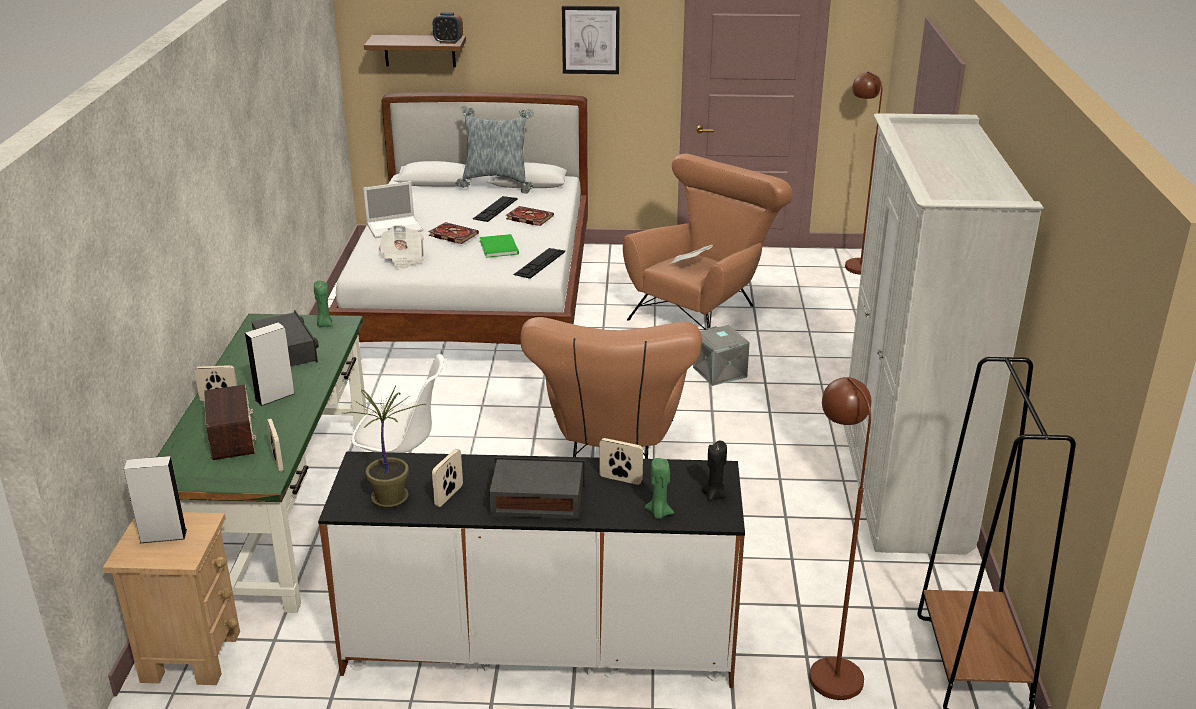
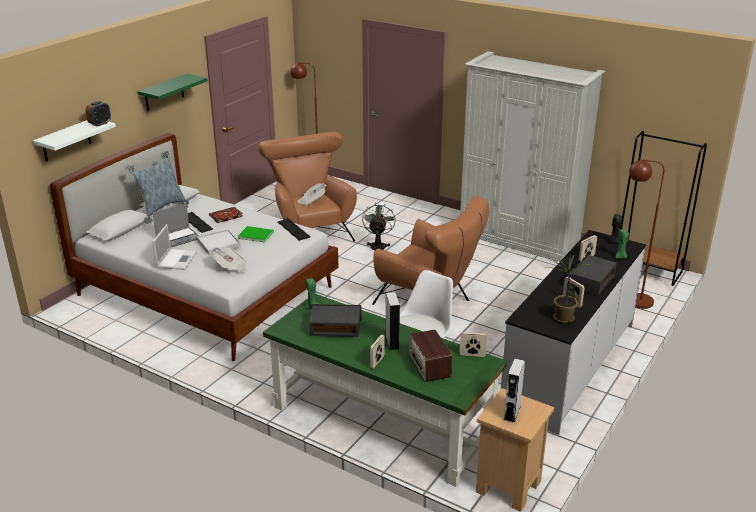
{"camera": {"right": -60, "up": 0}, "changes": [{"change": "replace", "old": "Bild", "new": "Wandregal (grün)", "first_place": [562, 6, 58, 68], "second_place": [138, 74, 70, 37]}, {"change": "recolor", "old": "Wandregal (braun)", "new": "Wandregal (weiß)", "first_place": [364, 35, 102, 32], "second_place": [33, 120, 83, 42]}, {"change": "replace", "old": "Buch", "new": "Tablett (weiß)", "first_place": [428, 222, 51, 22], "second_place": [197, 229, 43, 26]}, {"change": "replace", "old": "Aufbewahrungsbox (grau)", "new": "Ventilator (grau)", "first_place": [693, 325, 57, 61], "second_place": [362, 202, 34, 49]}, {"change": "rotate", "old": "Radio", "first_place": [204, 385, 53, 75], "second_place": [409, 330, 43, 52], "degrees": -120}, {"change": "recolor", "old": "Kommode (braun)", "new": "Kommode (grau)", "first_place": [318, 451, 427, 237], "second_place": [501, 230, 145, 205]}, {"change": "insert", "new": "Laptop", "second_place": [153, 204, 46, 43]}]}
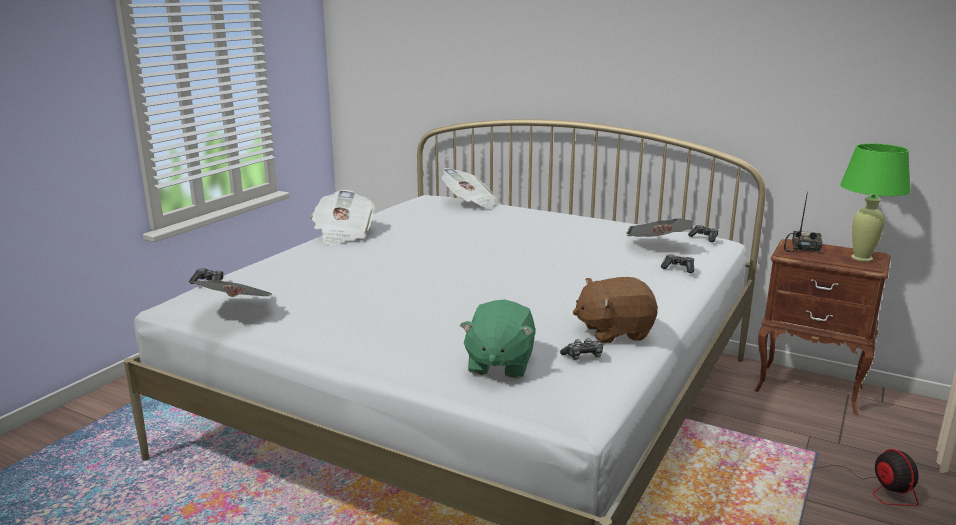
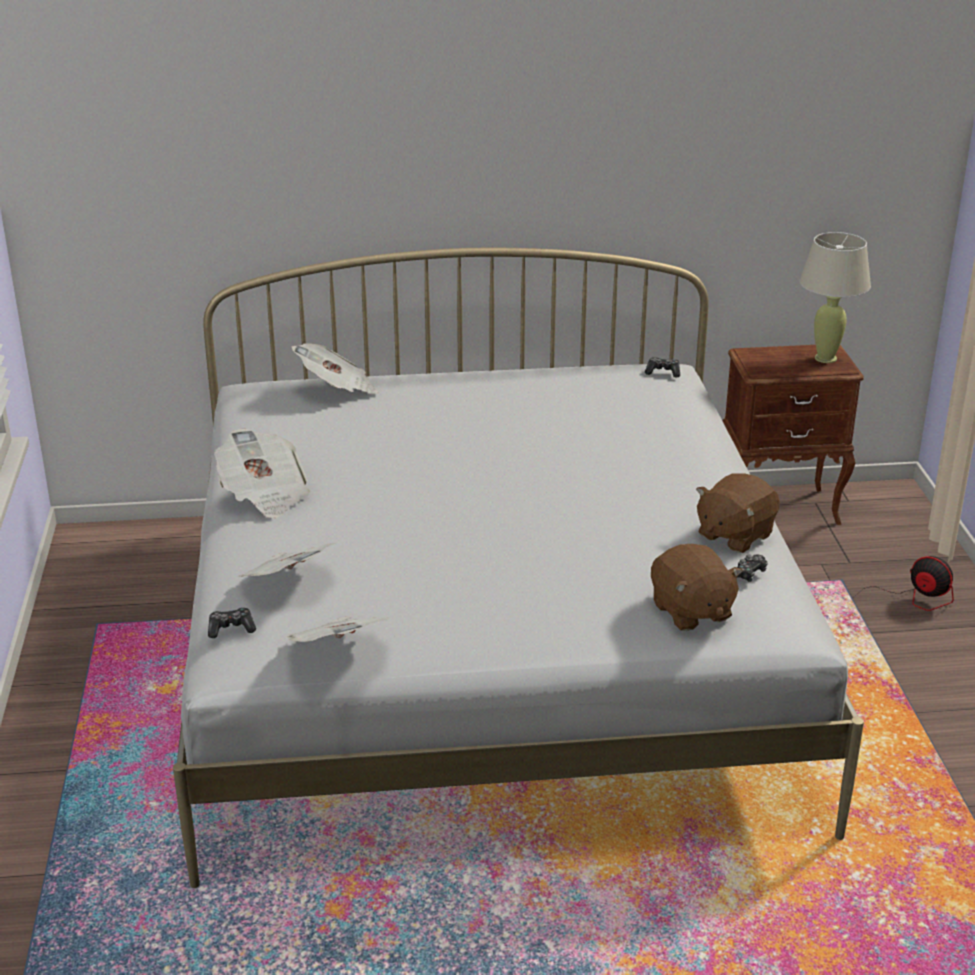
{"camera": {"right": -35, "up": 10}, "changes": [{"change": "recolor", "old": "Tischlampe (grün)", "new": "Tischlampe (beige)", "first_place": [840, 143, 71, 119], "second_place": [800, 232, 71, 131]}, {"change": "delete", "old": "Radio", "first_place": [784, 192, 38, 61]}, {"change": "move", "old": "Zeitung", "first_place": [627, 219, 67, 18], "second_place": [237, 543, 99, 34]}, {"change": "delete", "old": "Gamepad", "first_place": [661, 254, 33, 19]}, {"change": "recolor", "old": "Plüschtier (grün)", "new": "Plüschtier (braun)", "first_place": [460, 299, 75, 79], "second_place": [651, 544, 92, 87]}]}
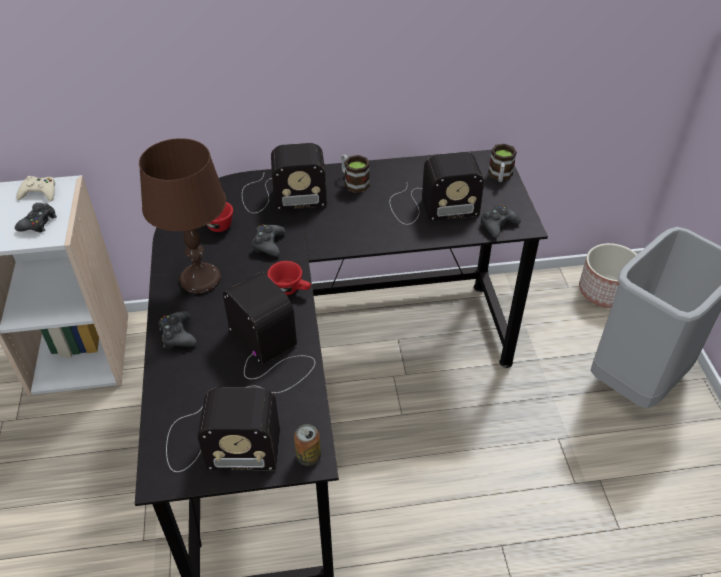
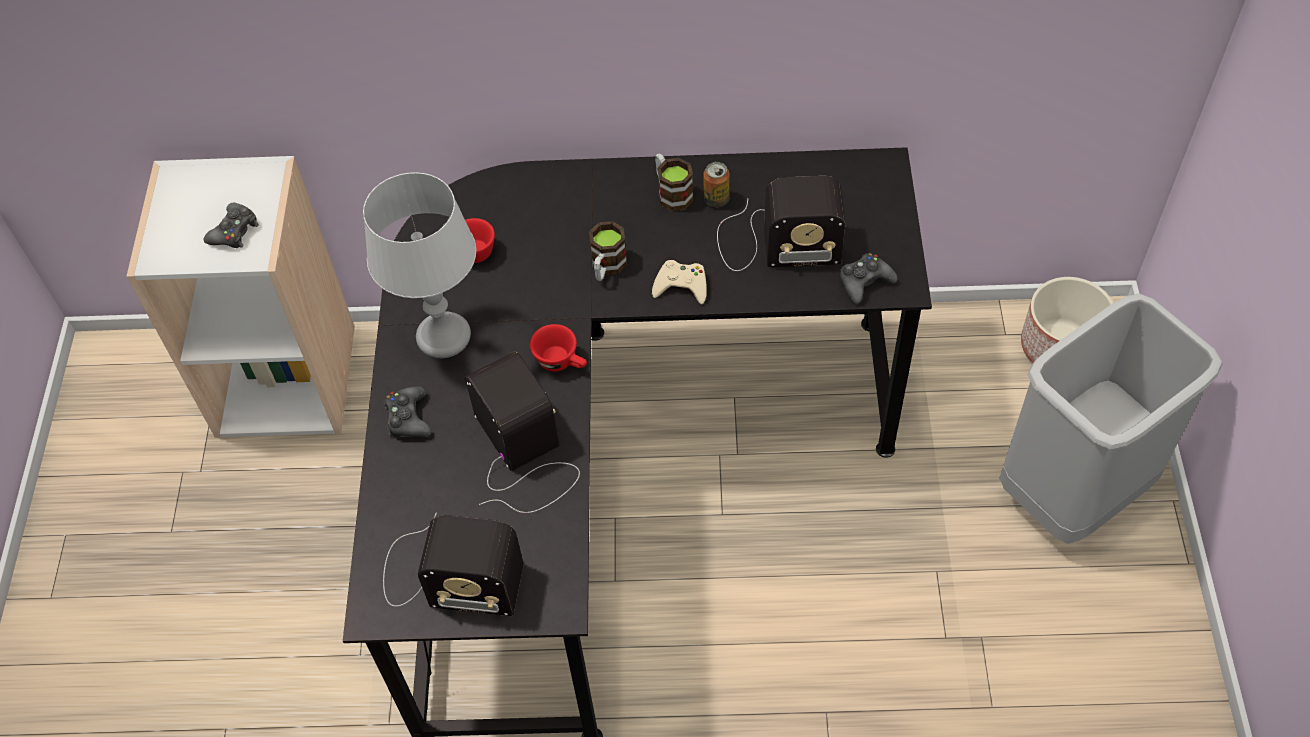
{"camera": {"right": 10, "up": 10}, "changes": [{"change": "recolor", "old": "Tischlampe (braun)", "new": "Tischlampe (grau)", "first_place": [139, 138, 87, 156], "second_place": [363, 172, 113, 186]}, {"change": "delete", "old": "Radio", "first_place": [242, 143, 85, 70]}, {"change": "move", "old": "Henkelbecher", "first_place": [488, 144, 29, 38], "second_place": [589, 221, 38, 60]}, {"change": "move", "old": "Gamepad (beige)", "first_place": [16, 176, 39, 26], "second_place": [652, 260, 55, 44]}, {"change": "delete", "old": "Gamepad (schwarz)", "first_place": [252, 224, 34, 32]}, {"change": "move", "old": "Dose", "first_place": [294, 424, 27, 42], "second_place": [703, 162, 27, 45]}]}
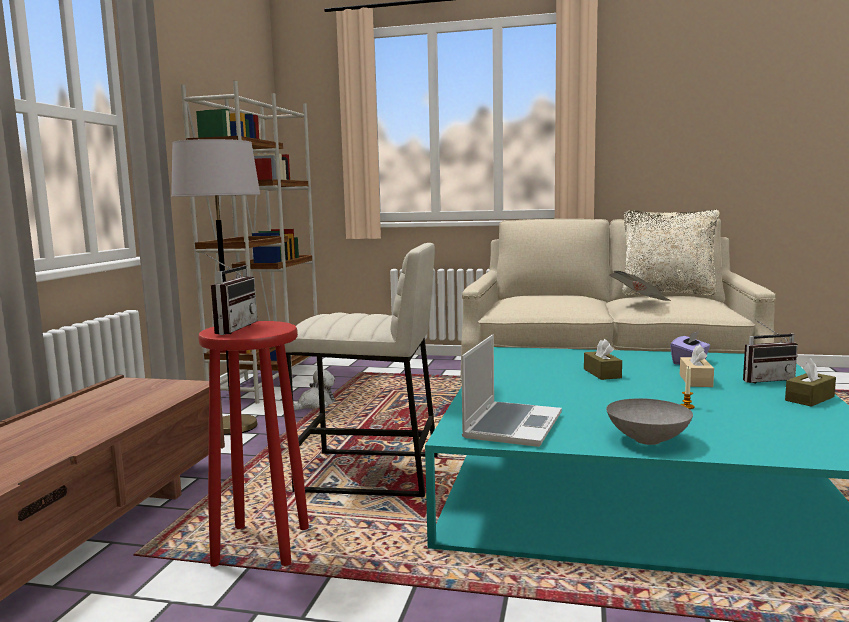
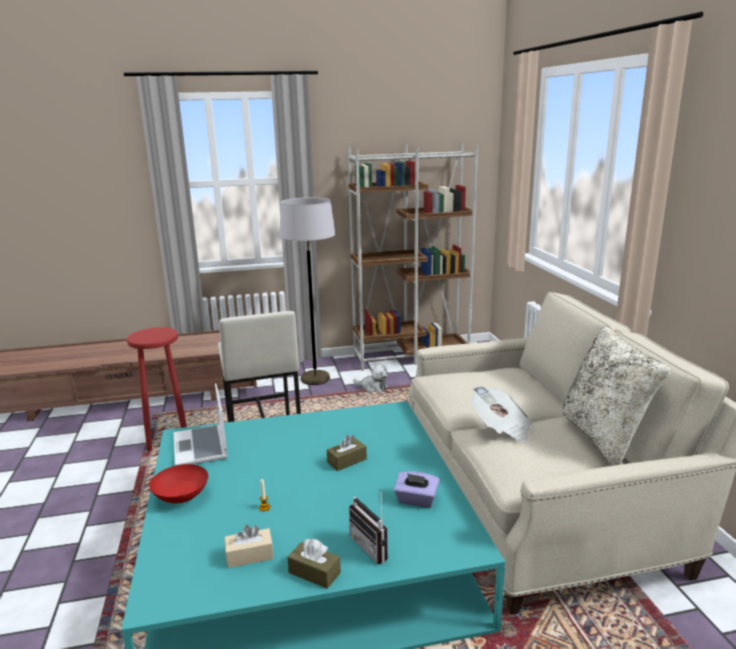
{"camera": {"right": 65, "up": 10}, "changes": [{"change": "delete", "old": "Radio", "first_place": [203, 253, 54, 82]}, {"change": "rotate", "old": "Laptop", "first_place": [461, 334, 101, 113], "second_place": [174, 384, 54, 82], "degrees": 75}, {"change": "move", "old": "Taschentuchbox (beige)", "first_place": [680, 344, 34, 43], "second_place": [225, 525, 49, 43]}, {"change": "recolor", "old": "Schüssel (grau)", "new": "Schüssel (rot)", "first_place": [606, 398, 87, 47], "second_place": [150, 464, 58, 39]}]}
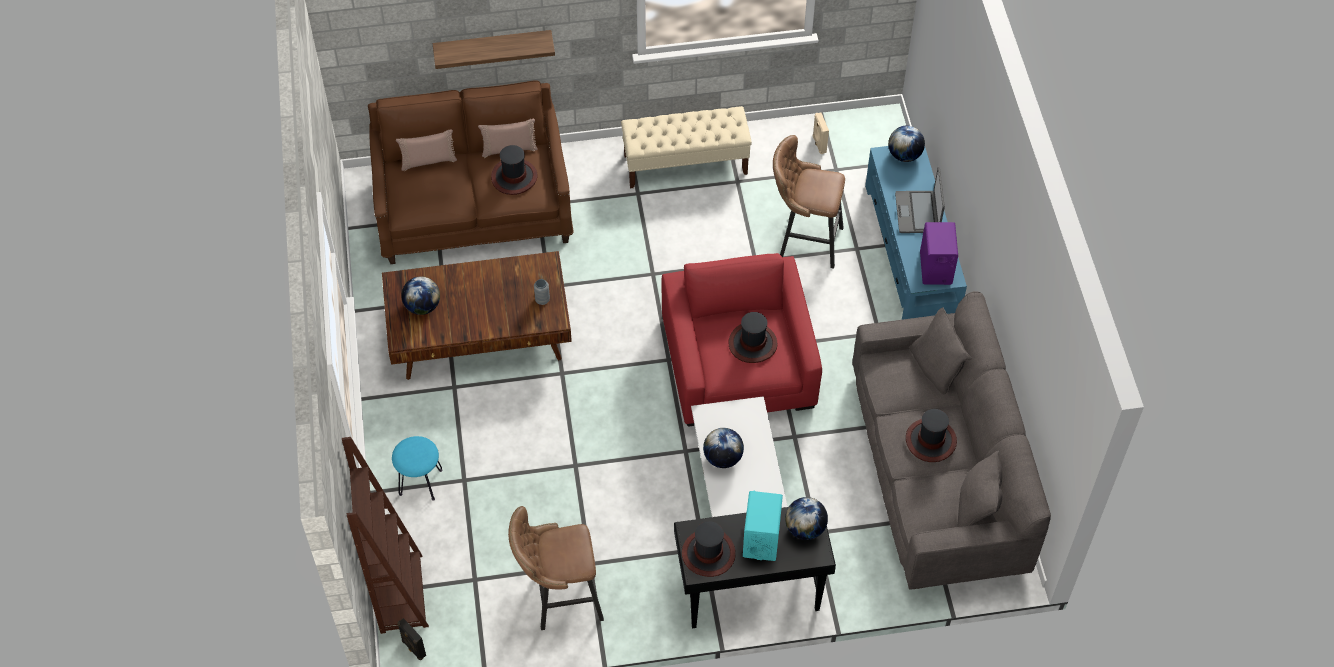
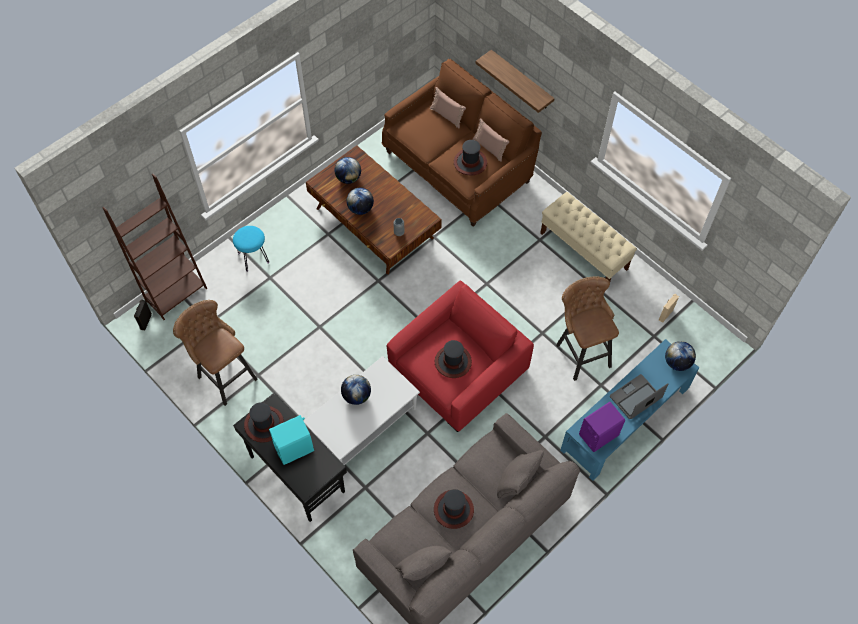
{"camera": {"right": 55, "up": 5}, "changes": [{"change": "move", "old": "Globus", "first_place": [785, 497, 43, 43], "second_place": [346, 188, 28, 27]}]}
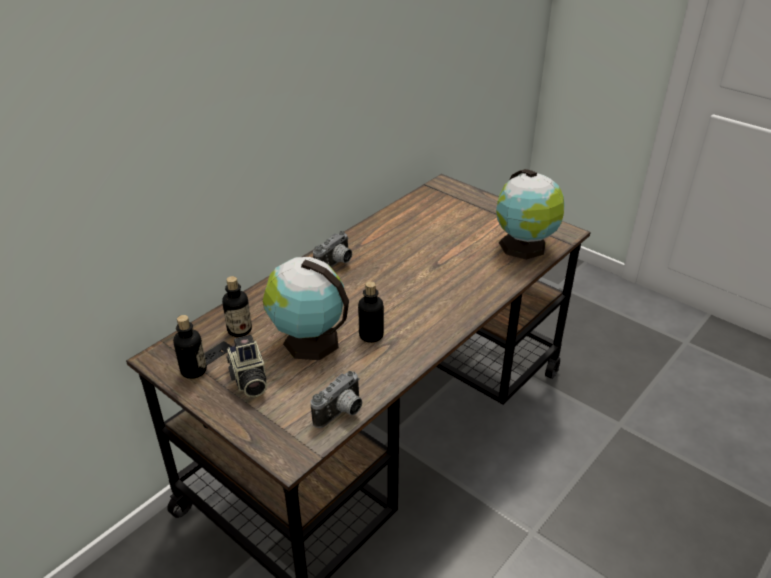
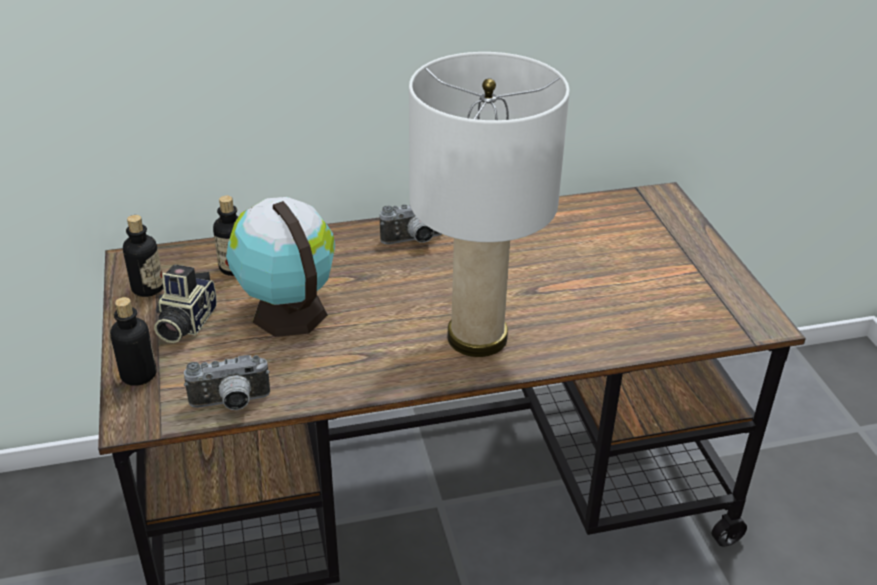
{"camera": {"right": 35, "up": 0}, "changes": [{"change": "delete", "old": "Globus", "first_place": [496, 169, 69, 91]}, {"change": "move", "old": "Flasche", "first_place": [358, 281, 26, 62], "second_place": [110, 297, 47, 89]}, {"change": "insert", "new": "Tischlampe (weiß)", "second_place": [409, 52, 161, 305]}]}
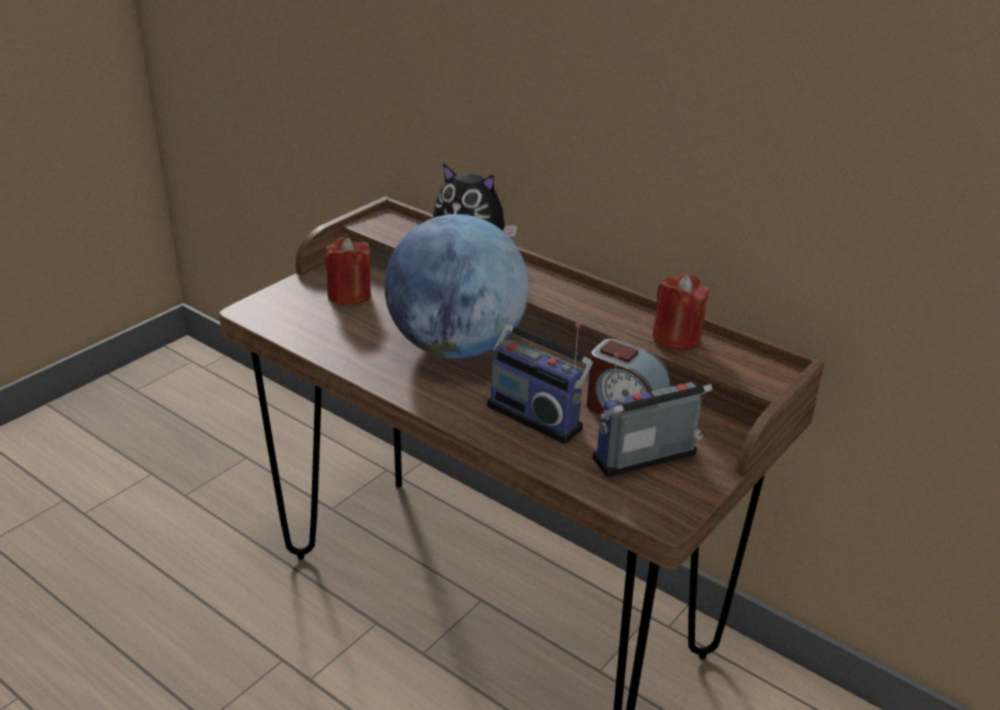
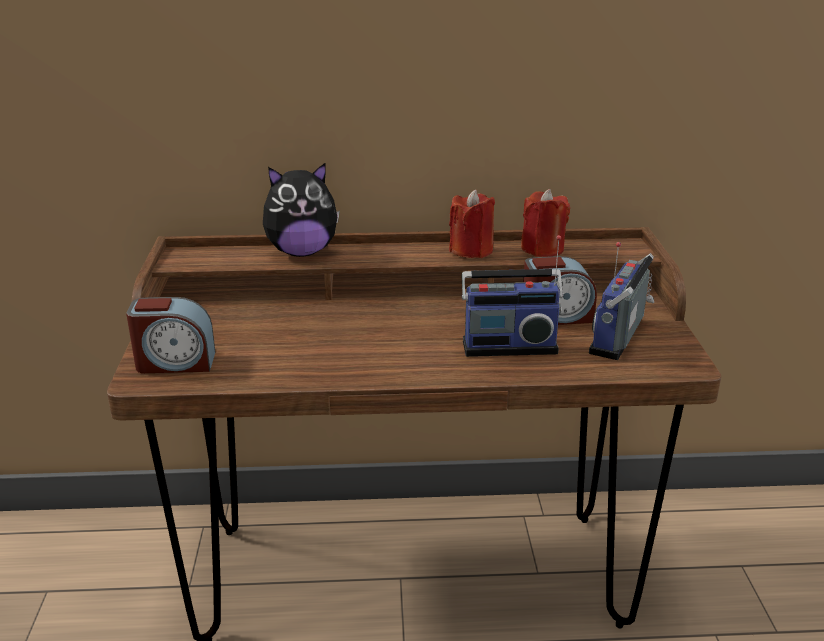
{"camera": {"right": -40, "up": -5}, "changes": [{"change": "delete", "old": "Globus", "first_place": [384, 214, 145, 145]}, {"change": "move", "old": "Kerze (rot)", "first_place": [325, 238, 46, 67], "second_place": [449, 190, 46, 68]}, {"change": "insert", "new": "Wecker", "second_place": [126, 297, 89, 76]}]}
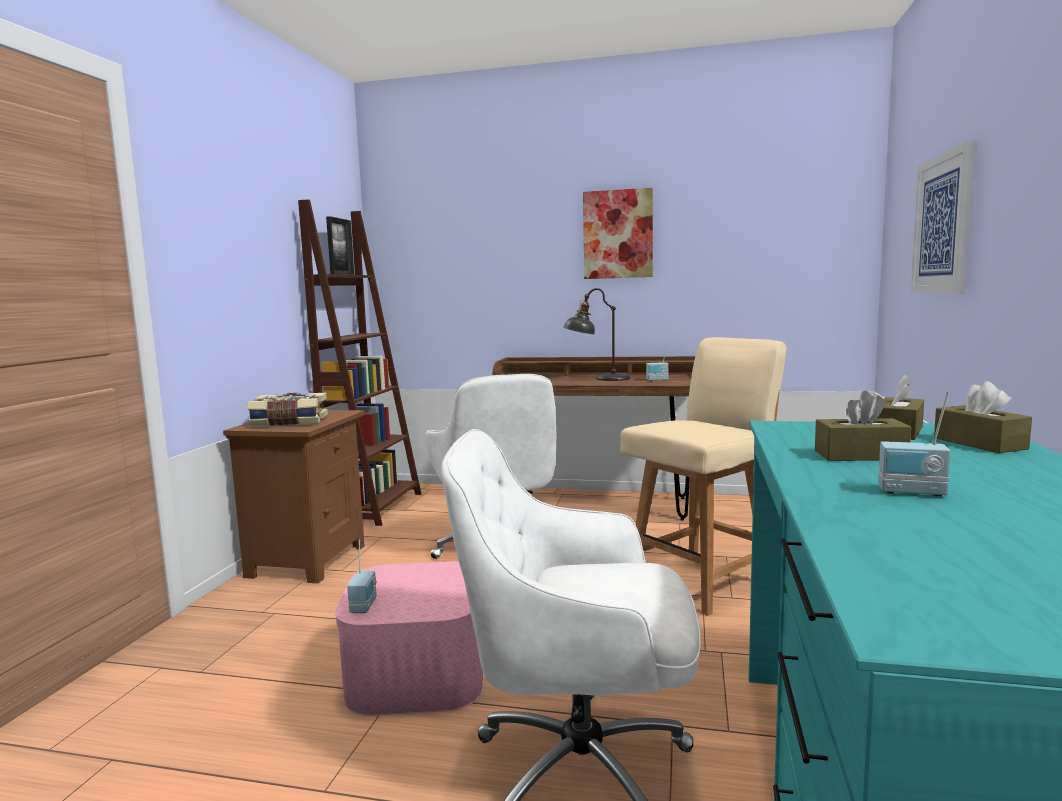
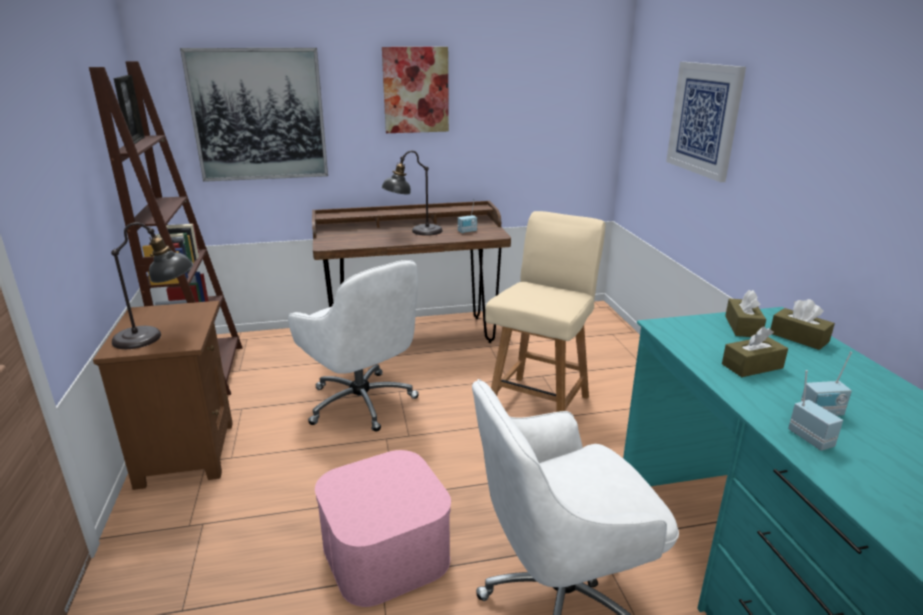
{"camera": {"right": -25, "up": 15}, "changes": [{"change": "replace", "old": "Buch", "new": "Tischlampe (grau)", "first_place": [247, 392, 81, 34], "second_place": [111, 222, 82, 127]}, {"change": "move", "old": "Radio", "first_place": [347, 540, 30, 73], "second_place": [788, 370, 55, 81]}, {"change": "insert", "new": "Bild", "second_place": [180, 48, 148, 134]}]}
